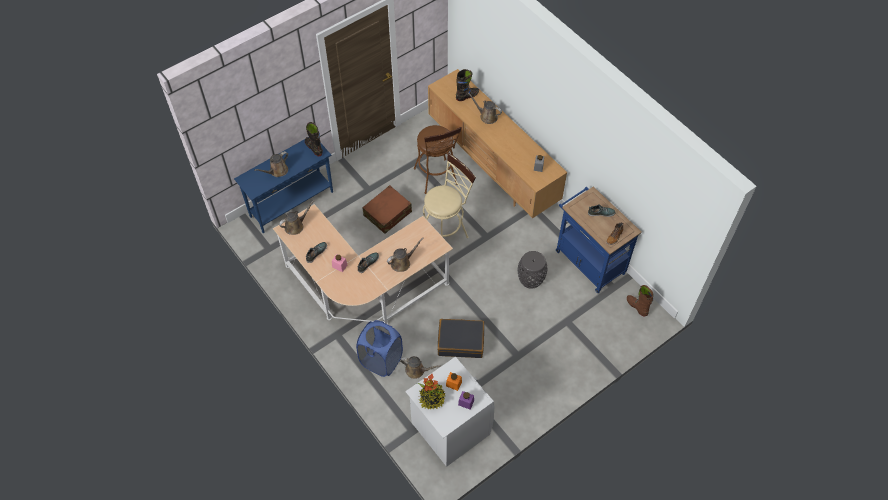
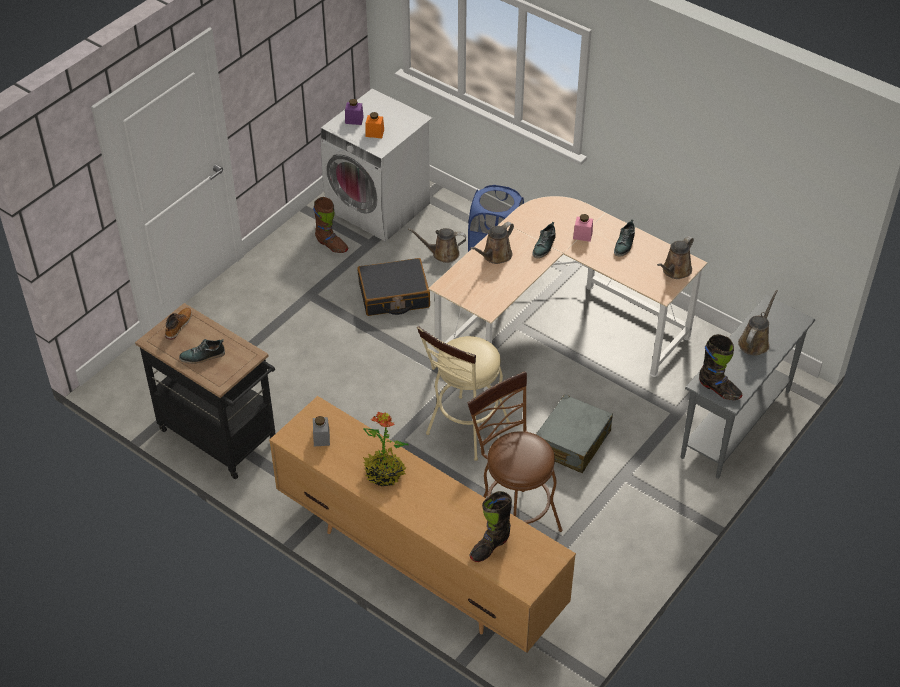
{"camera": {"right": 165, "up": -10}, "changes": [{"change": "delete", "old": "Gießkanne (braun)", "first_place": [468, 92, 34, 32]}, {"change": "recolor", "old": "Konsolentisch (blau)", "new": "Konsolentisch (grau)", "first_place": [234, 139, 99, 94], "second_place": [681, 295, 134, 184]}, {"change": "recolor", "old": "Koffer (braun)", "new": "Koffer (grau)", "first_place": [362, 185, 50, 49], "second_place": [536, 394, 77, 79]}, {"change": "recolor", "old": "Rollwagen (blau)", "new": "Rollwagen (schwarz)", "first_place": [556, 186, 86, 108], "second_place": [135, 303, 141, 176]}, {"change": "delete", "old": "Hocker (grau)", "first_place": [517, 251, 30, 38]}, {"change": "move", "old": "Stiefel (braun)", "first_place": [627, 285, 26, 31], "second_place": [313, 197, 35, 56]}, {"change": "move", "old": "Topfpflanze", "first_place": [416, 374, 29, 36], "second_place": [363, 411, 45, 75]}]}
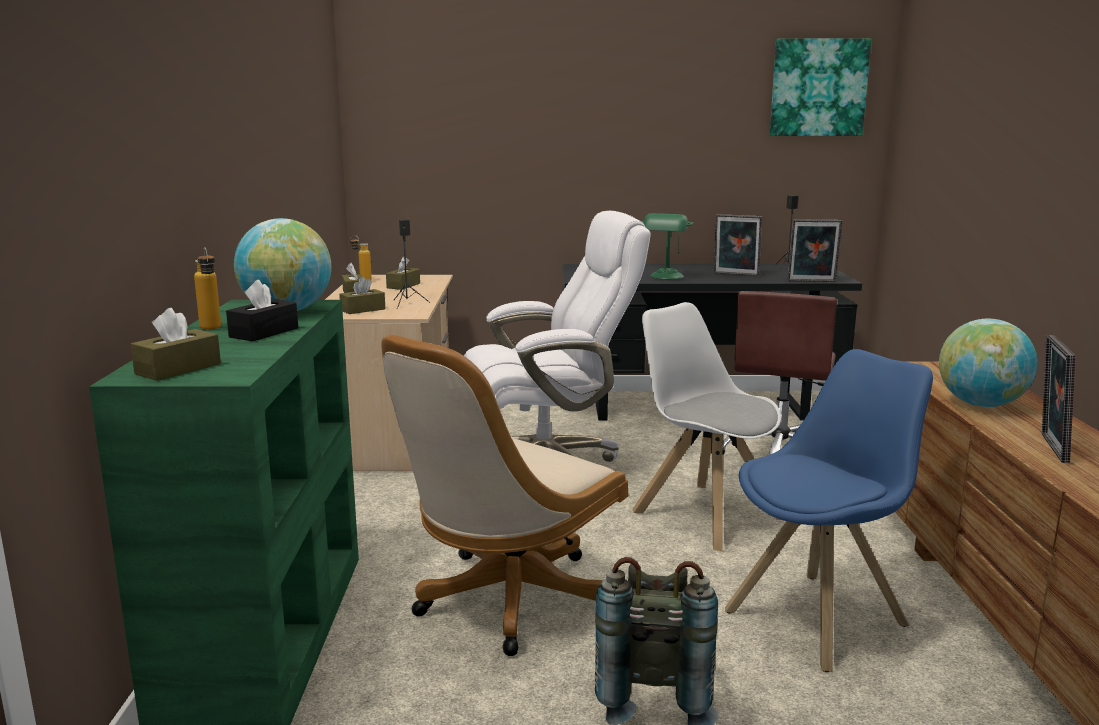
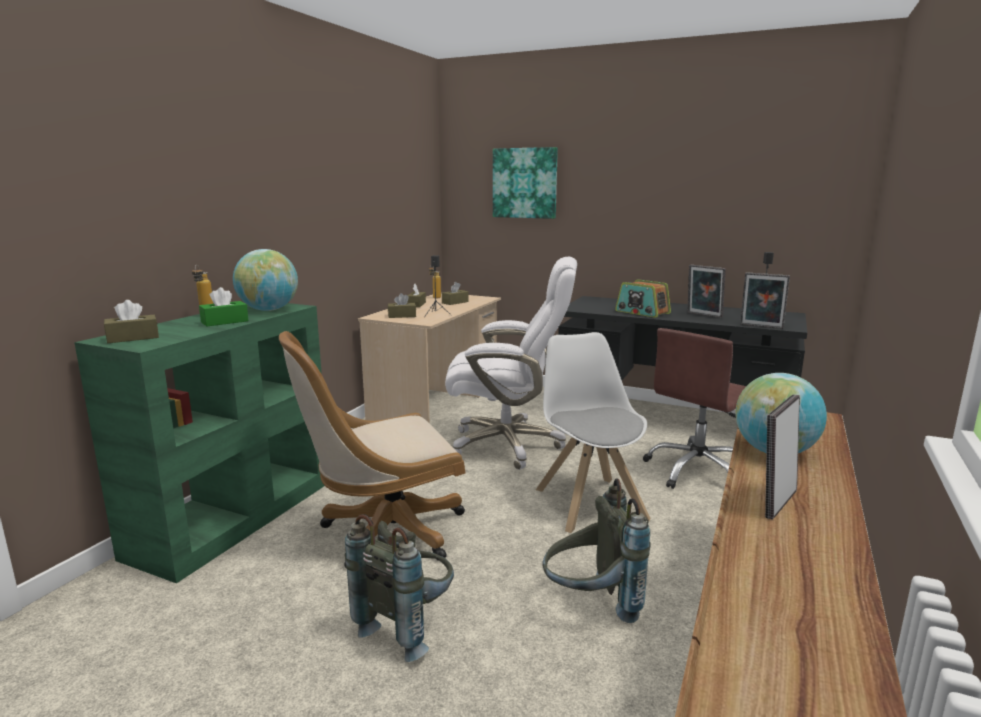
{"camera": {"right": 25, "up": 0}, "changes": [{"change": "move", "old": "Bild", "first_place": [770, 38, 101, 98], "second_place": [493, 147, 65, 72]}, {"change": "replace", "old": "Tischlampe (grün)", "new": "Radio", "first_place": [642, 213, 51, 66], "second_place": [615, 279, 56, 39]}, {"change": "recolor", "old": "Taschentuchbox (schwarz)", "new": "Taschentuchbox (grün)", "first_place": [226, 280, 72, 61], "second_place": [199, 287, 50, 39]}, {"change": "replace", "old": "Stuhl (blau)", "new": "Rucksack (grau)", "first_place": [725, 349, 208, 323], "second_place": [542, 478, 109, 145]}]}
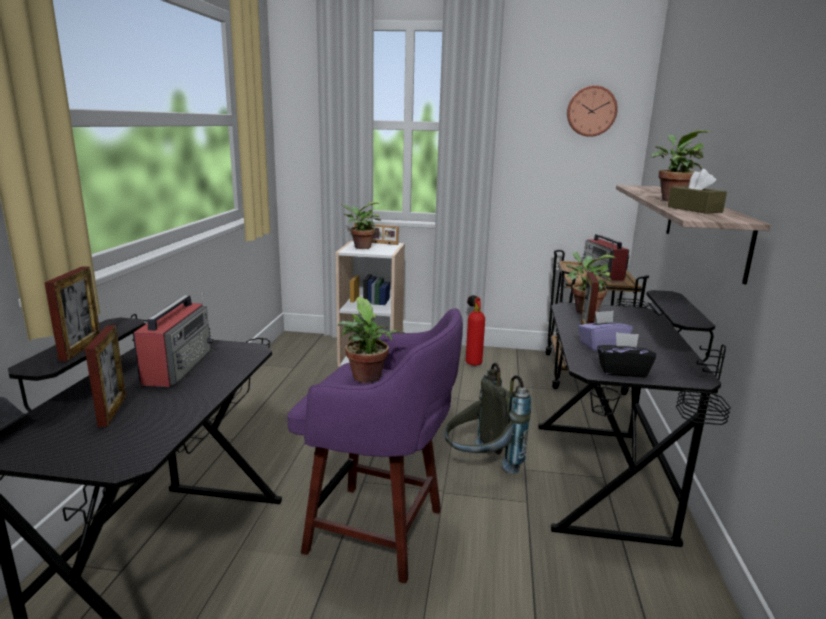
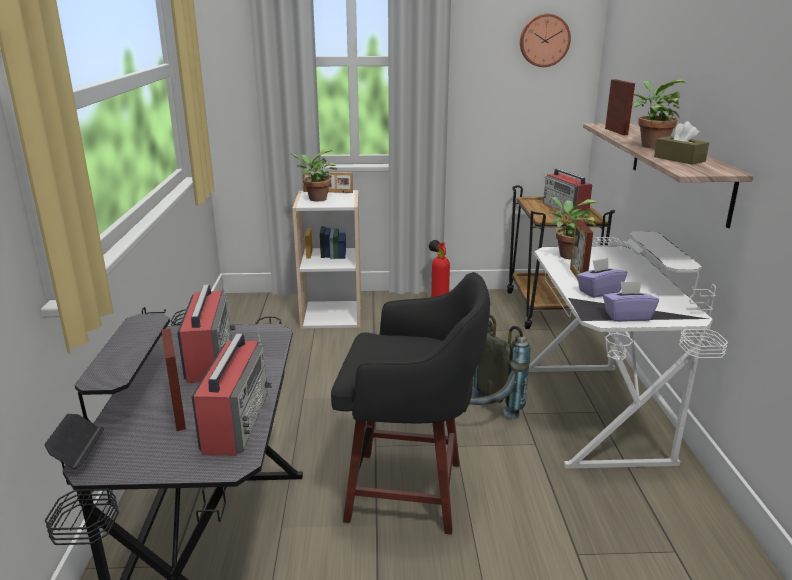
{"camera": {"right": -10, "up": 5}, "changes": [{"change": "move", "old": "Bilderrahmen", "first_place": [44, 266, 56, 95], "second_place": [605, 79, 30, 56]}, {"change": "recolor", "old": "Schreibtisch (schwarz)", "new": "Schreibtisch (weiß)", "first_place": [538, 290, 193, 257], "second_place": [529, 231, 199, 238]}, {"change": "delete", "old": "Topfpflanze", "first_place": [338, 297, 67, 86]}, {"change": "recolor", "old": "Hocker (lila)", "new": "Hocker (schwarz)", "first_place": [287, 308, 176, 276], "second_place": [331, 272, 159, 262]}, {"change": "recolor", "old": "Taschentuchbox (schwarz)", "new": "Taschentuchbox (lila)", "first_place": [597, 332, 60, 45], "second_place": [603, 281, 56, 41]}, {"change": "insert", "new": "Radio", "second_place": [192, 328, 80, 128]}]}
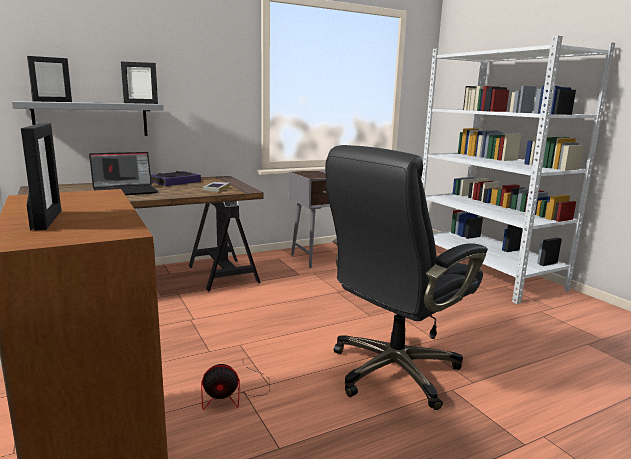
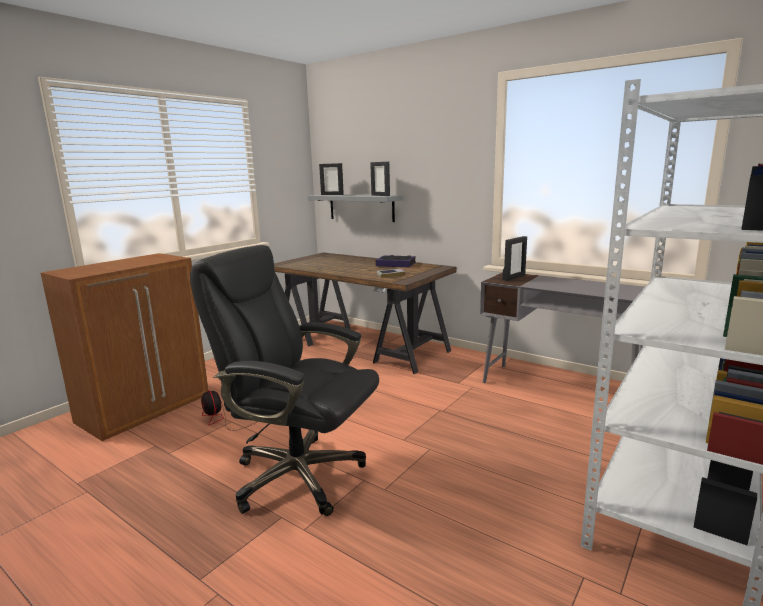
{"camera": {"right": 65, "up": 0}, "changes": [{"change": "move", "old": "Bilderrahmen", "first_place": [21, 123, 40, 107], "second_place": [502, 236, 25, 45]}, {"change": "delete", "old": "Laptop", "first_place": [89, 152, 69, 43]}]}
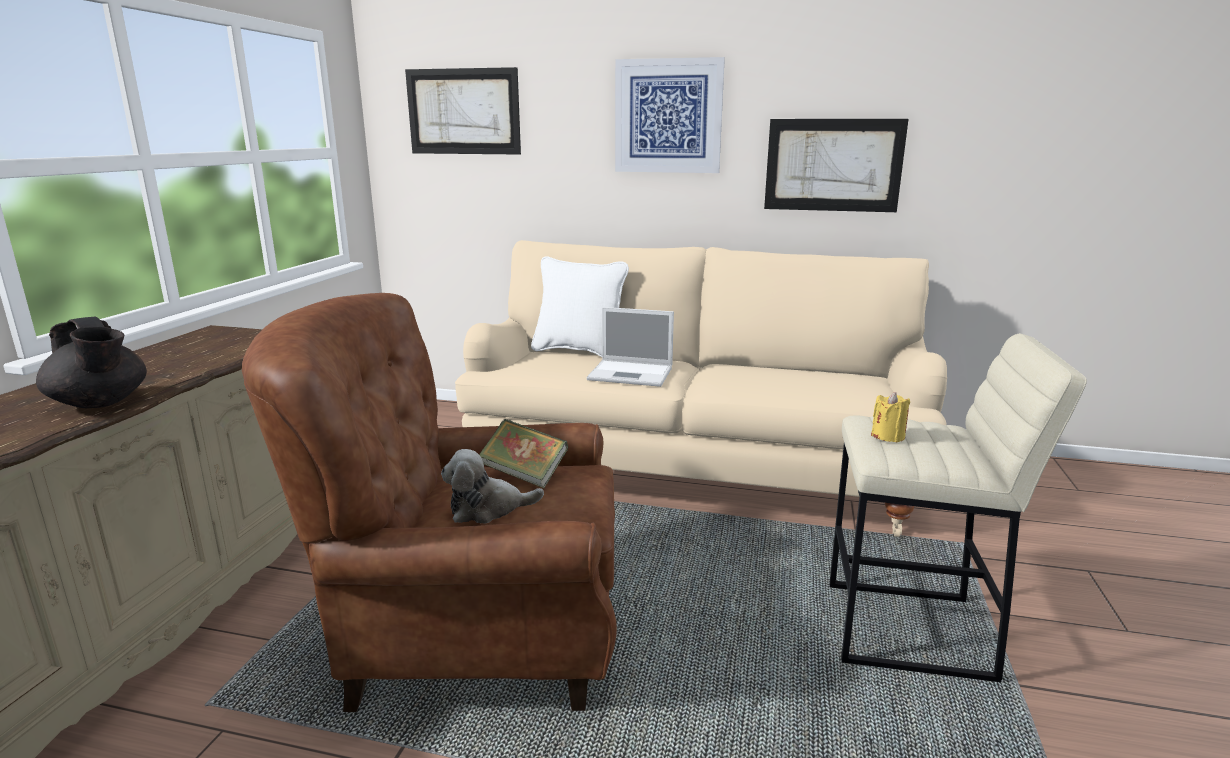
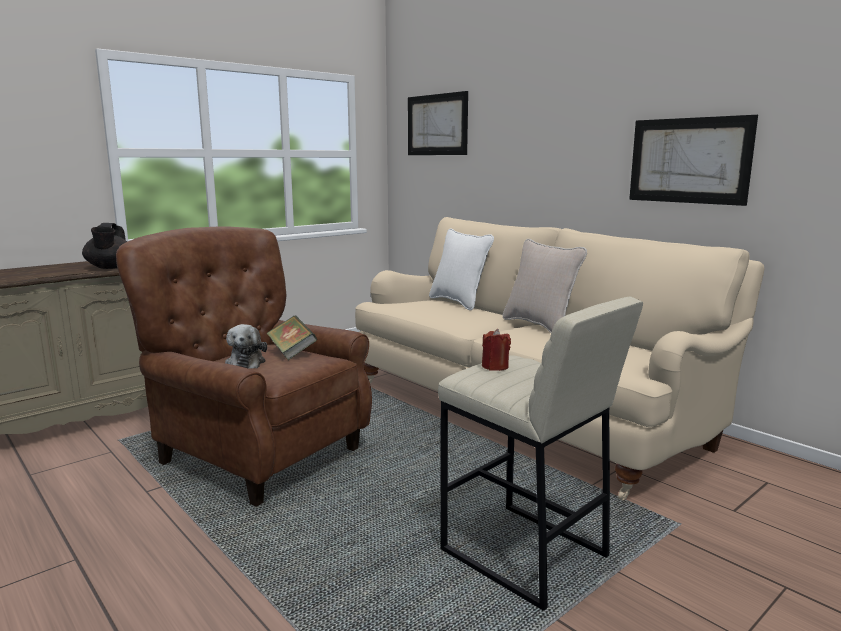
{"camera": {"right": 35, "up": -5}, "changes": [{"change": "delete", "old": "Bild", "first_place": [615, 57, 110, 116]}, {"change": "delete", "old": "Laptop", "first_place": [587, 307, 87, 80]}, {"change": "recolor", "old": "Kerze (gelb)", "new": "Kerze (rot)", "first_place": [871, 392, 39, 50], "second_place": [482, 329, 29, 42]}, {"change": "rotate", "old": "Plüschtier", "first_place": [441, 449, 103, 75], "second_place": [225, 324, 42, 45], "degrees": -120}, {"change": "insert", "new": "Kissen (beige)", "second_place": [502, 239, 85, 94]}]}
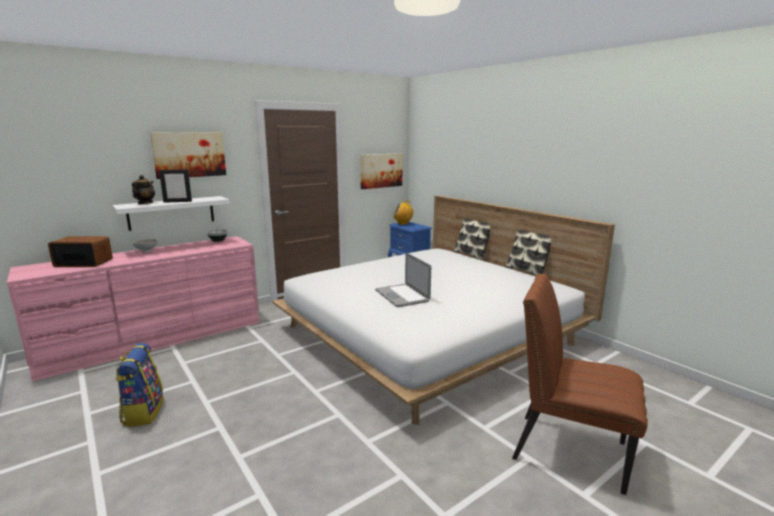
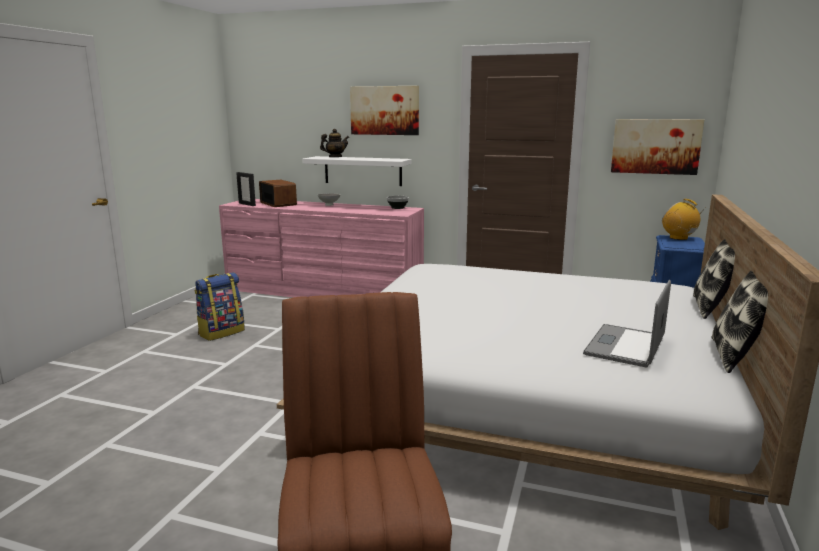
{"camera": {"right": 55, "up": 0}, "changes": [{"change": "move", "old": "Bilderrahmen", "first_place": [159, 170, 33, 33], "second_place": [236, 172, 20, 34]}, {"change": "move", "old": "Laptop", "first_place": [375, 252, 56, 55], "second_place": [583, 280, 88, 87]}]}
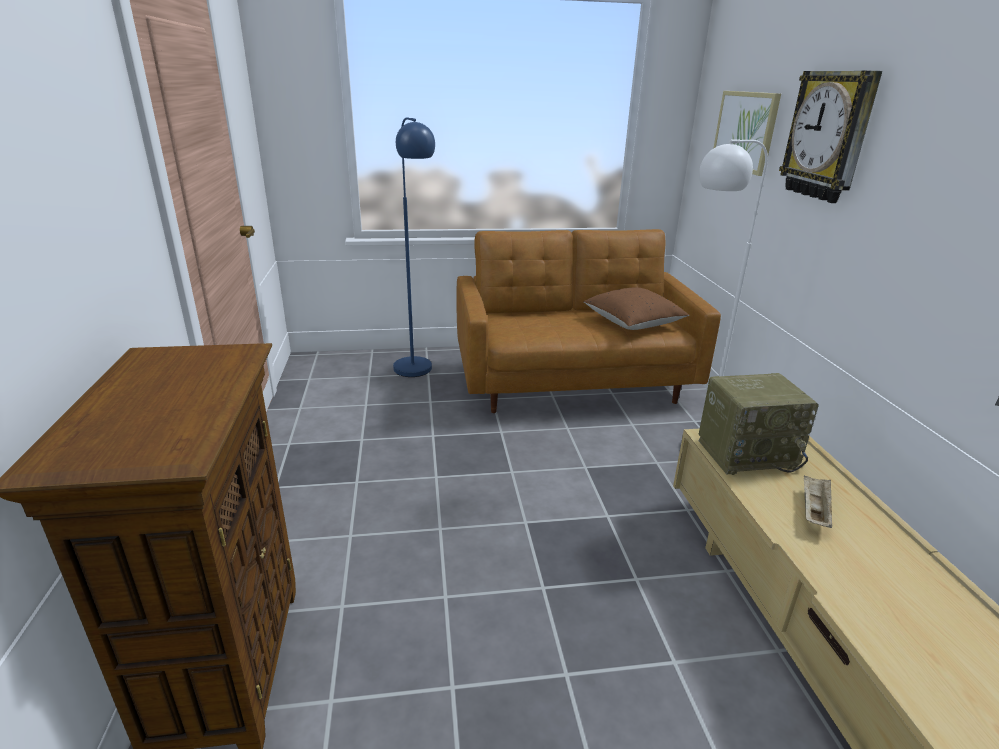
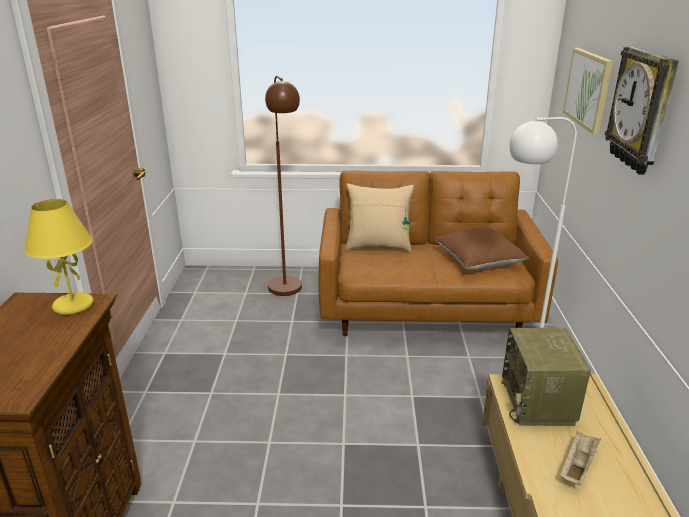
{"camera": {"right": 10, "up": 0}, "changes": [{"change": "recolor", "old": "Stehlampe (blau)", "new": "Stehlampe (braun)", "first_place": [393, 117, 42, 260], "second_place": [265, 76, 37, 220]}, {"change": "rotate", "old": "Radio", "first_place": [699, 373, 120, 102], "second_place": [502, 328, 89, 98], "degrees": 90}, {"change": "insert", "new": "Kissen (beige)", "second_place": [345, 183, 69, 69]}, {"change": "insert", "new": "Tischlampe (gelb)", "second_place": [24, 199, 70, 116]}]}
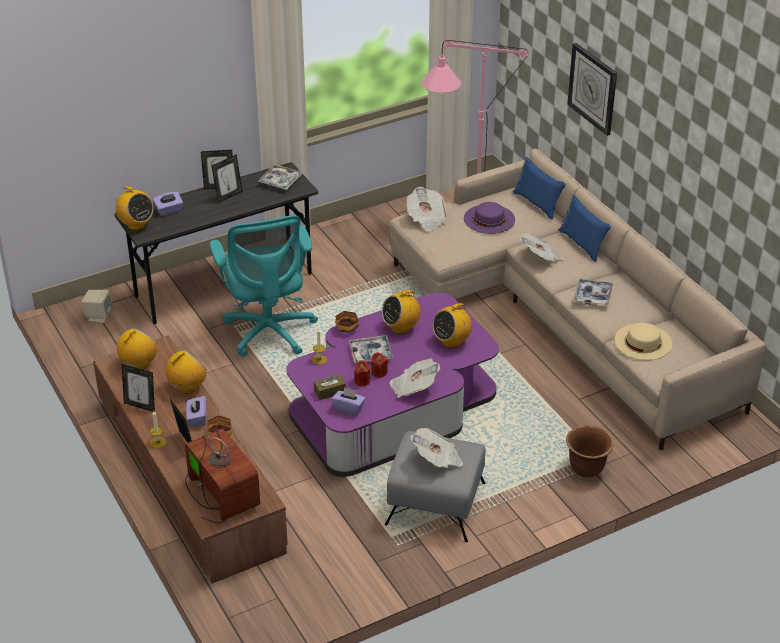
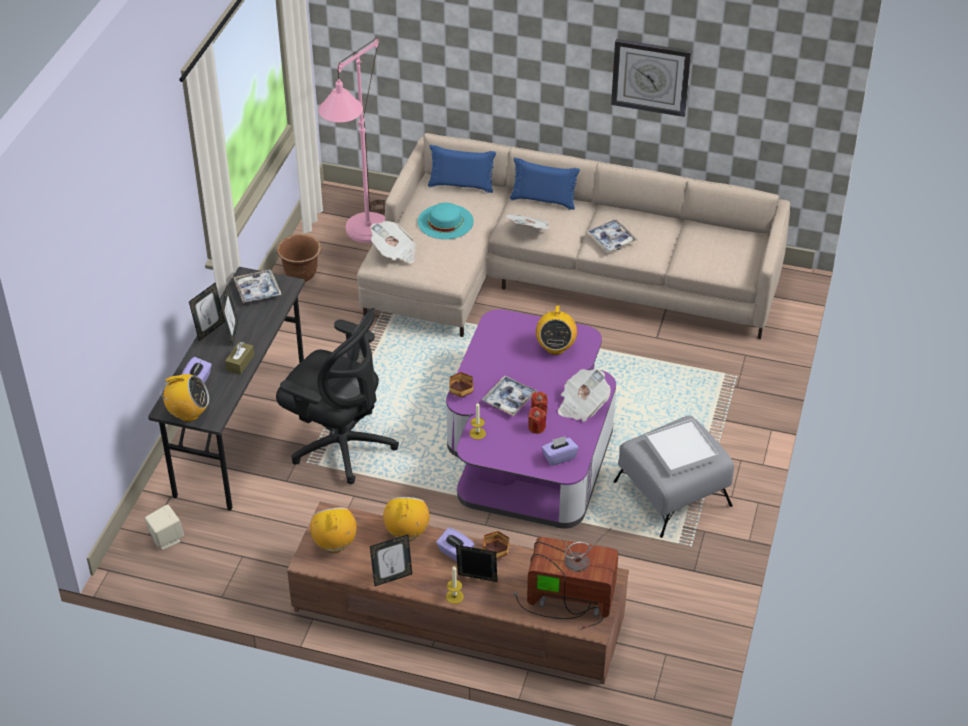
{"camera": {"right": -45, "up": 5}, "changes": [{"change": "move", "old": "Wanduhr", "first_place": [567, 43, 50, 93], "second_place": [611, 39, 80, 78]}, {"change": "recolor", "old": "Hut (lila)", "new": "Hut (türkis)", "first_place": [464, 202, 51, 32], "second_place": [418, 203, 56, 36]}, {"change": "recolor", "old": "Bürostuhl (türkis)", "new": "Bürostuhl (schwarz)", "first_place": [210, 215, 108, 142], "second_place": [276, 308, 123, 176]}, {"change": "delete", "old": "Radio", "first_place": [382, 287, 39, 47]}, {"change": "delete", "old": "Hut (beige)", "first_place": [614, 323, 58, 37]}, {"change": "move", "old": "Taschentuchbox (braun)", "first_place": [314, 374, 32, 26], "second_place": [225, 342, 29, 33]}, {"change": "move", "old": "Pflanzkübel (braun)", "first_place": [566, 425, 48, 53], "second_place": [277, 234, 44, 48]}, {"change": "replace", "old": "Zeitung", "new": "Tablett (weiß)", "first_place": [410, 428, 54, 40], "second_place": [645, 419, 73, 57]}]}
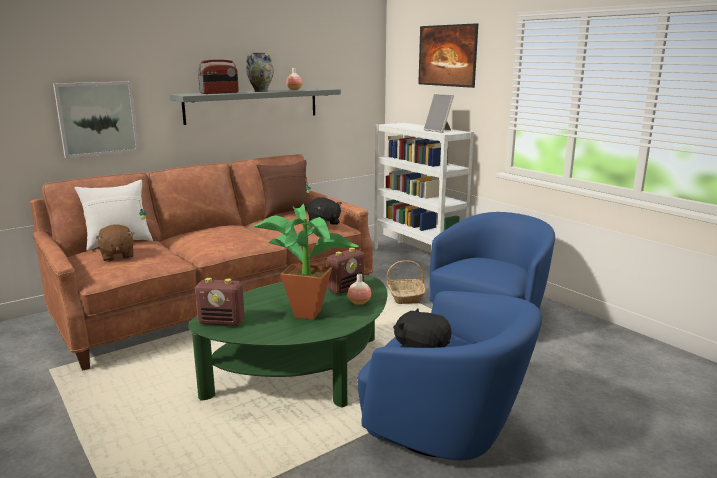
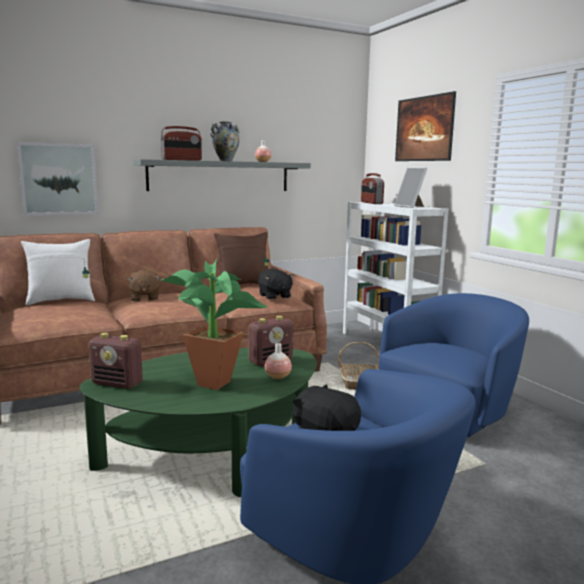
{"camera": {"right": 10, "up": -5}, "changes": [{"change": "move", "old": "Plüschtier (braun)", "first_place": [96, 224, 39, 38], "second_place": [127, 269, 34, 33]}, {"change": "insert", "new": "Radio", "second_place": [361, 173, 23, 31]}]}
